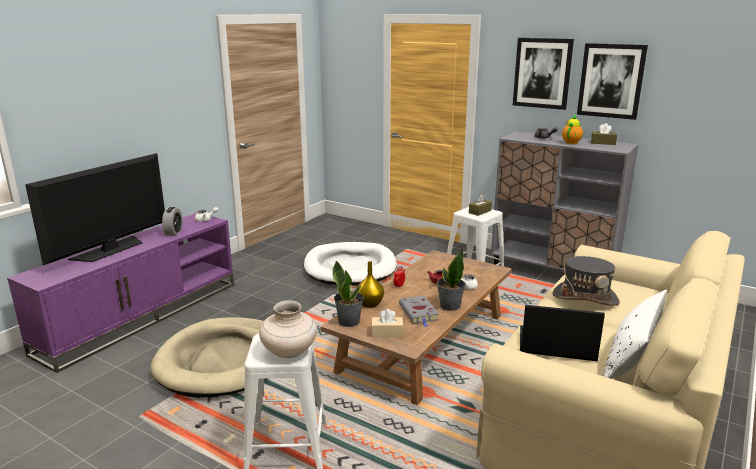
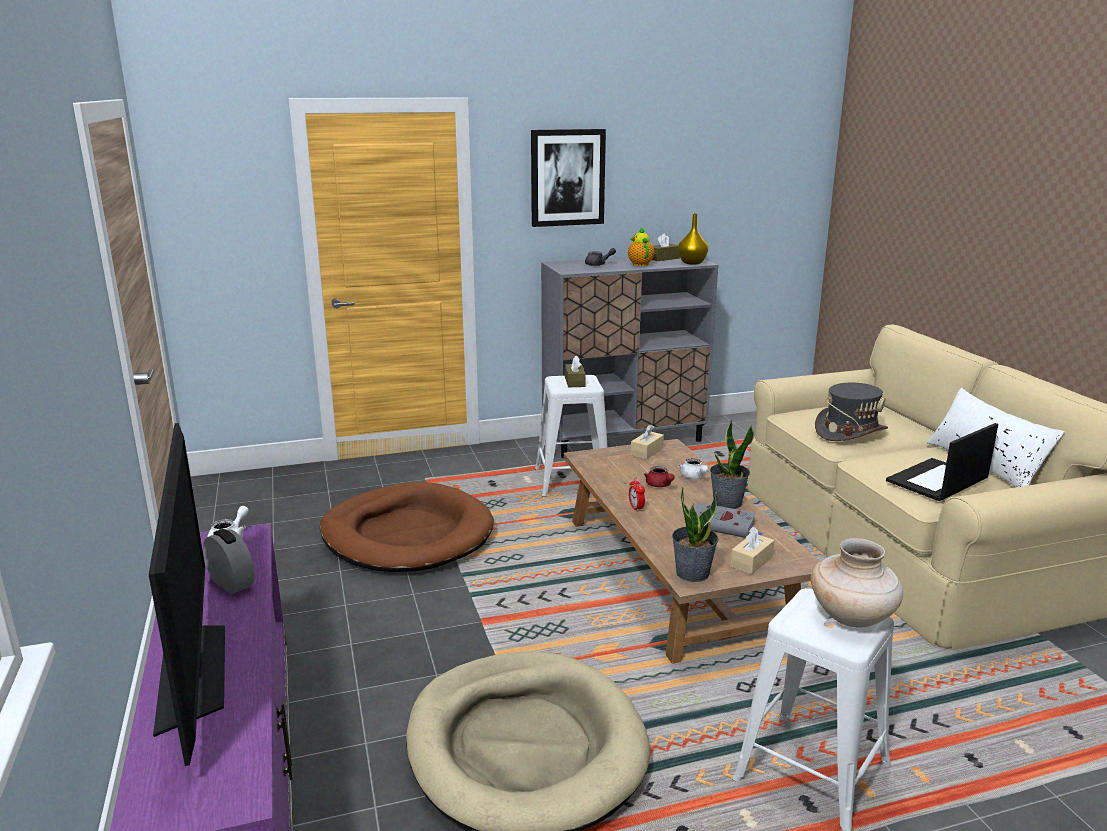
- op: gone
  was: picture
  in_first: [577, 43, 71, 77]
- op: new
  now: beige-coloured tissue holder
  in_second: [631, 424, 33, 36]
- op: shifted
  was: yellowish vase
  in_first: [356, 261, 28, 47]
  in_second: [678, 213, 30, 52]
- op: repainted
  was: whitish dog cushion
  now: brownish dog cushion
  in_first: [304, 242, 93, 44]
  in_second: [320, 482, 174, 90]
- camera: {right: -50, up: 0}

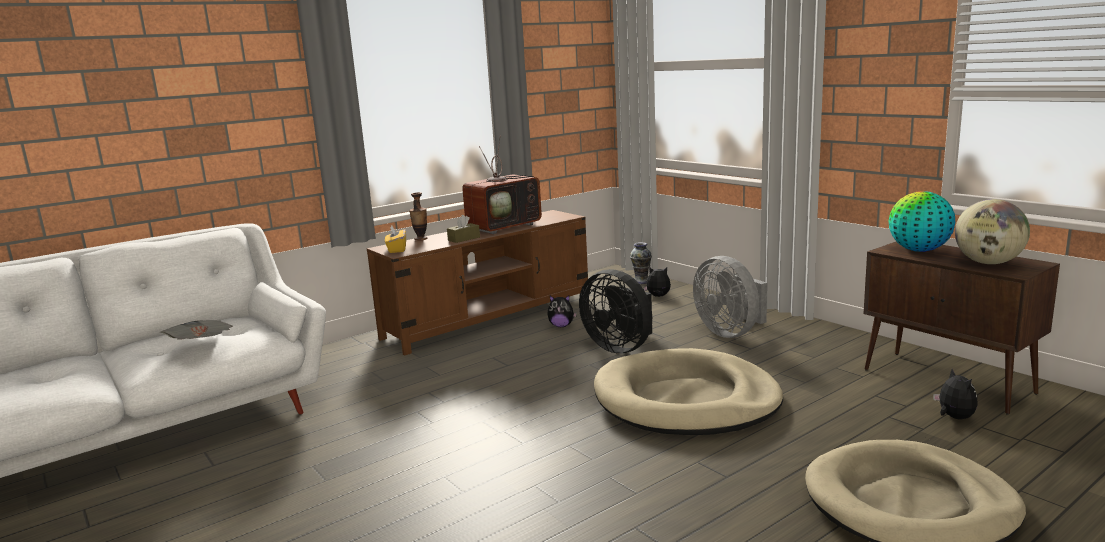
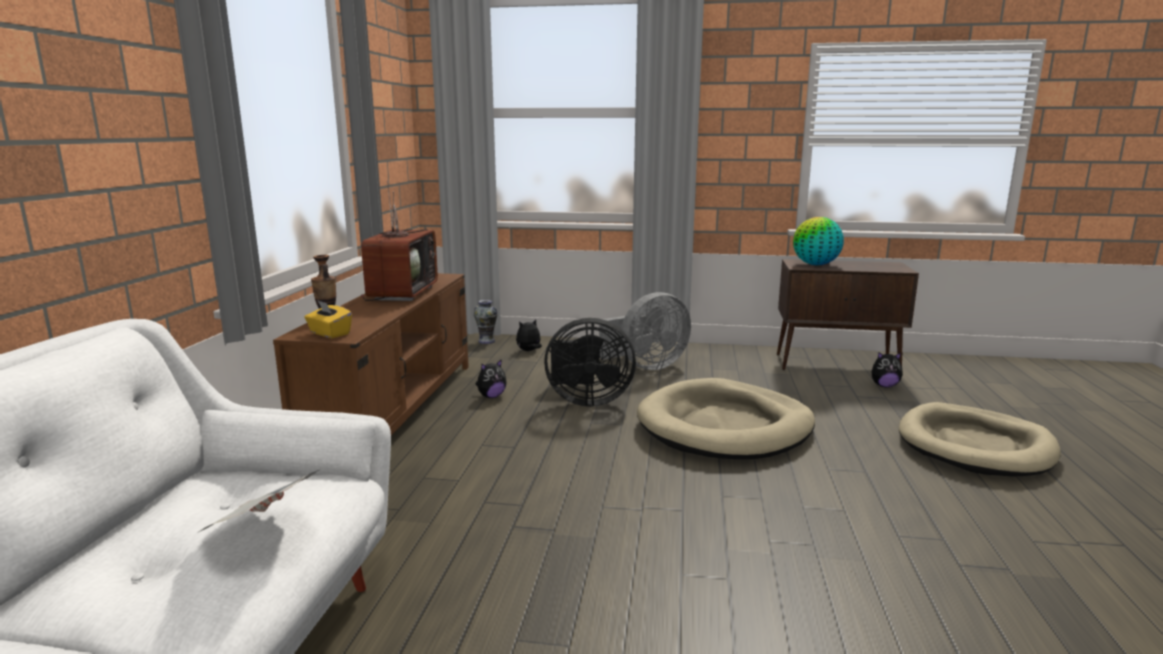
- op: gone
  was: brownish tissue holder
  in_first: [447, 215, 33, 28]
- op: gone
  was: world globe
  in_first: [955, 199, 75, 65]
- op: rotated
  was: grey cooling fan
  in_first: [693, 256, 74, 82]
  in_second: [599, 292, 92, 78]
  clockwise: -45
- op: rotated
  was: cuddly toy
  in_first: [933, 369, 45, 50]
  in_second: [871, 352, 31, 35]
  clockwise: 150
- camera: {right: -45, up: 0}

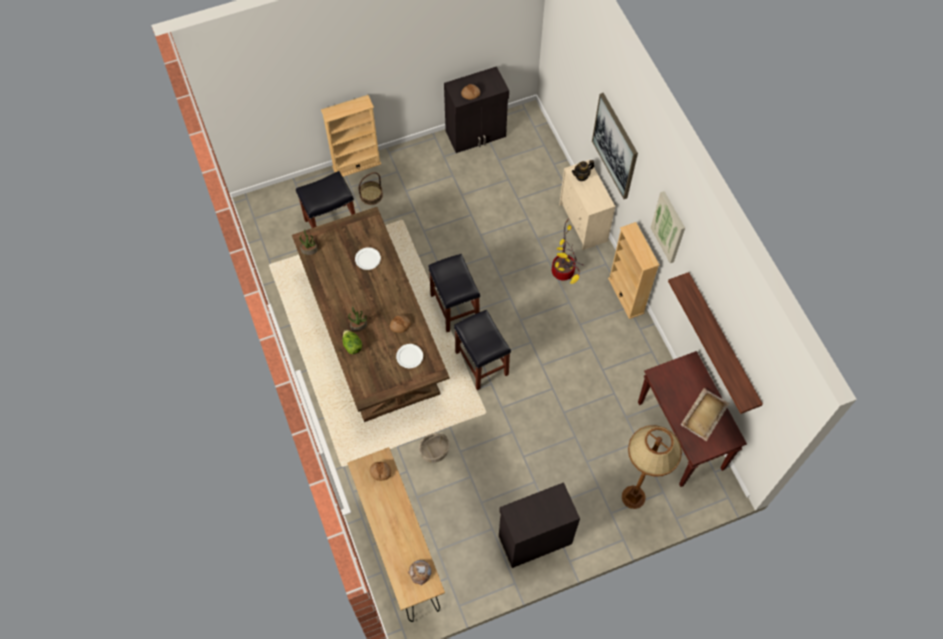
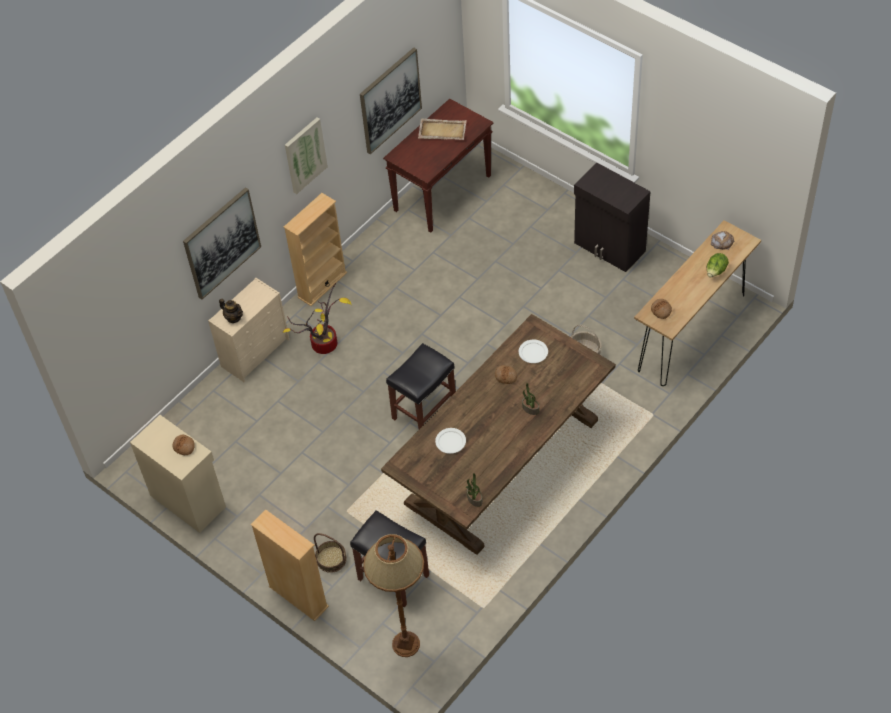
- op: gone
  was: blackish stool seat
  in_first: [454, 309, 57, 81]
- op: shifted
  was: head of lettuce
  in_first: [342, 330, 20, 24]
  in_second: [707, 253, 22, 24]
- op: shifted
  was: brownish floor lamp
  in_first: [622, 425, 60, 84]
  in_second: [363, 534, 61, 123]
- op: swapped
  was: wall shelf
  now: picture
  in_first: [668, 272, 95, 142]
  in_second: [360, 47, 62, 107]
- op: repainted
  was: blackish storage cabinet
  now: beige-coloured storage cabinet
  in_first: [444, 66, 65, 87]
  in_second: [130, 415, 96, 118]
- camera: {right: -115, up: -10}

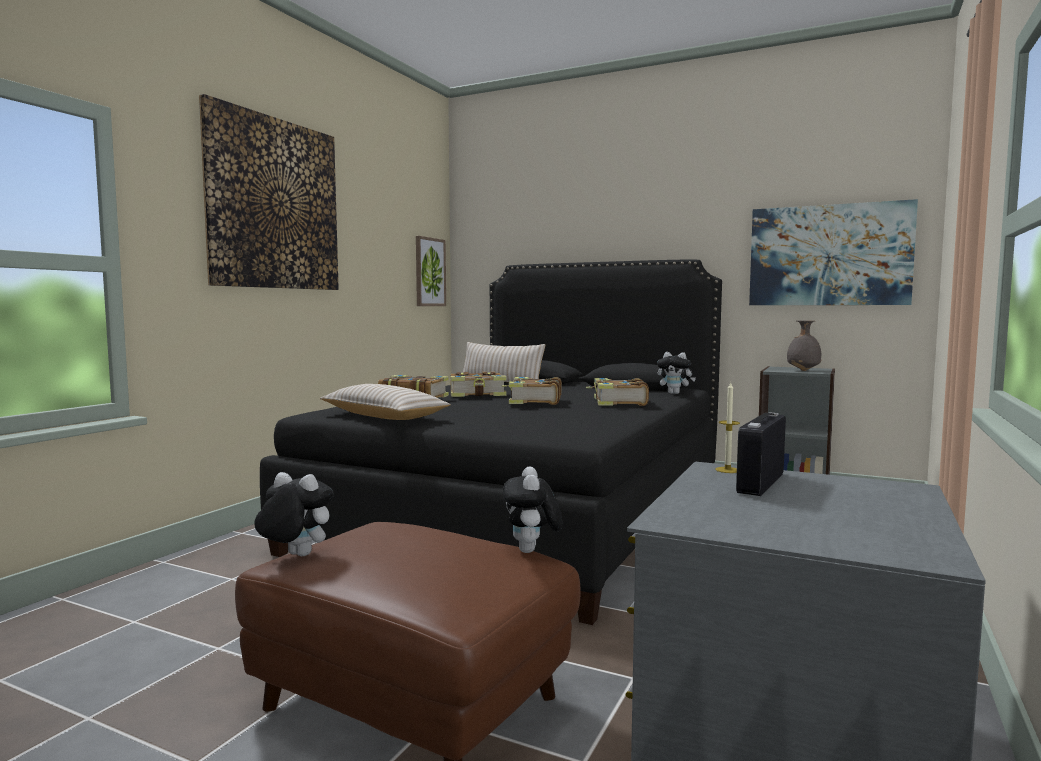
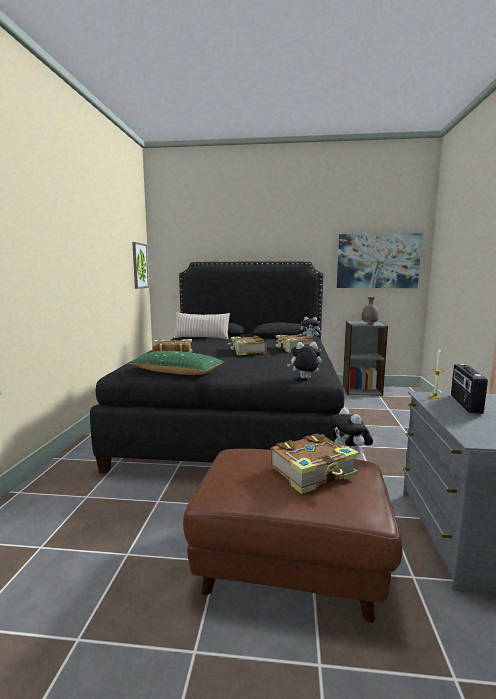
- op: gone
  was: picture
  in_first: [199, 94, 140, 196]
- op: shifted
  was: cuddly toy
  in_first: [254, 472, 80, 84]
  in_second: [287, 342, 34, 37]
- op: shifted
  was: volume
  in_first: [451, 372, 56, 25]
  in_second: [270, 434, 89, 60]
- op: repainted
  was: beige-coloured pillow
  now: green pillow
  in_first: [320, 384, 131, 36]
  in_second: [128, 351, 96, 24]
- camera: {right: -20, up: 5}

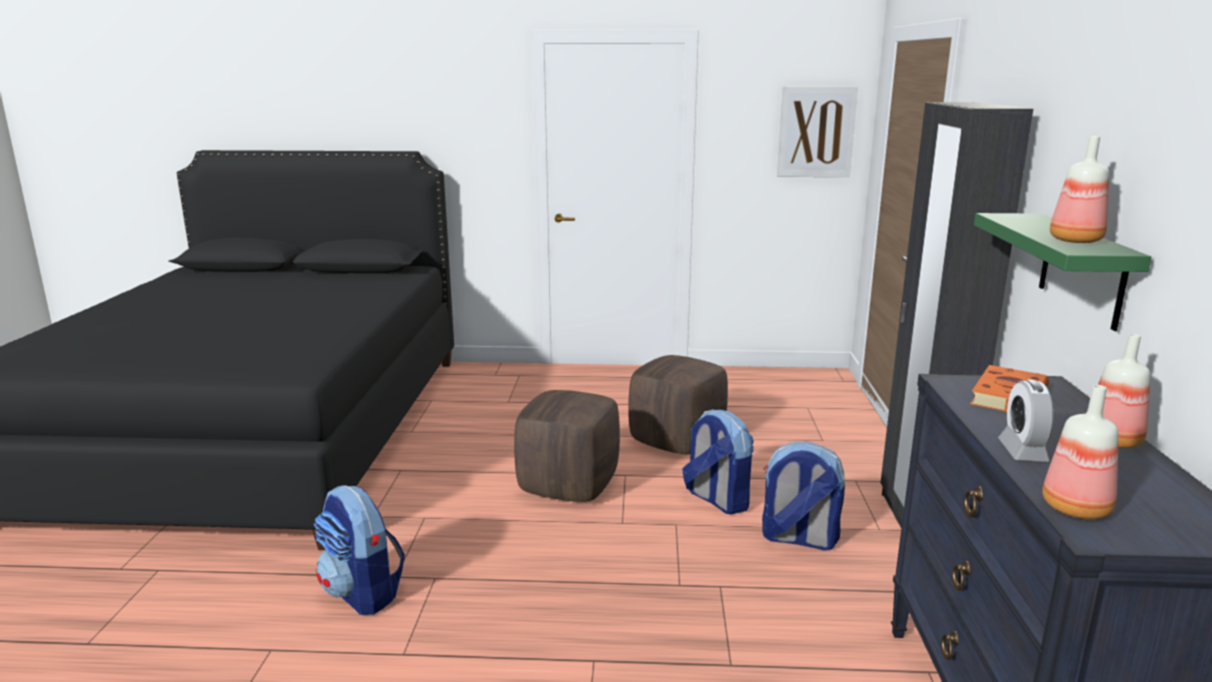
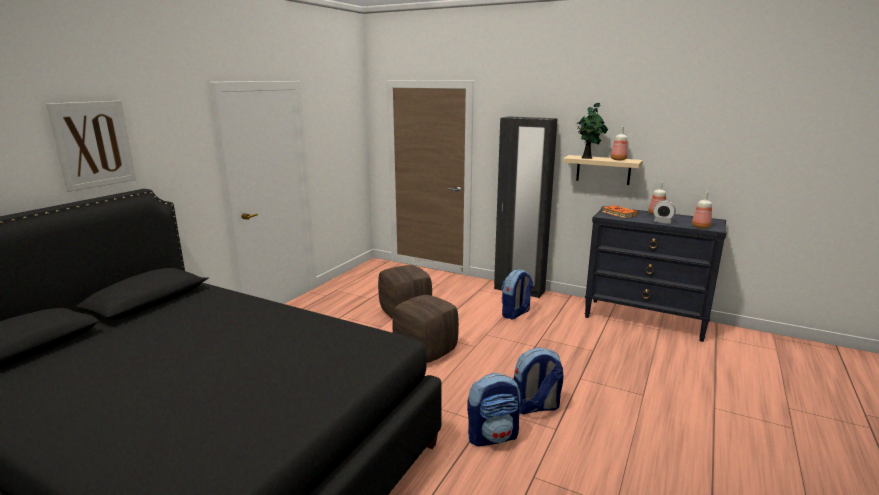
- op: new
  now: plant in a pot
  in_second: [577, 103, 31, 56]
- op: shifted
  was: backpack
  in_first: [682, 409, 72, 105]
  in_second: [514, 348, 49, 66]
- op: shifted
  was: picture
  in_first: [777, 87, 81, 90]
  in_second: [46, 101, 90, 91]
- op: repainted
  was: green wall shelf
  now: beige-coloured wall shelf
  in_first: [974, 213, 177, 118]
  in_second: [563, 155, 80, 30]
- camera: {right: -65, up: 0}

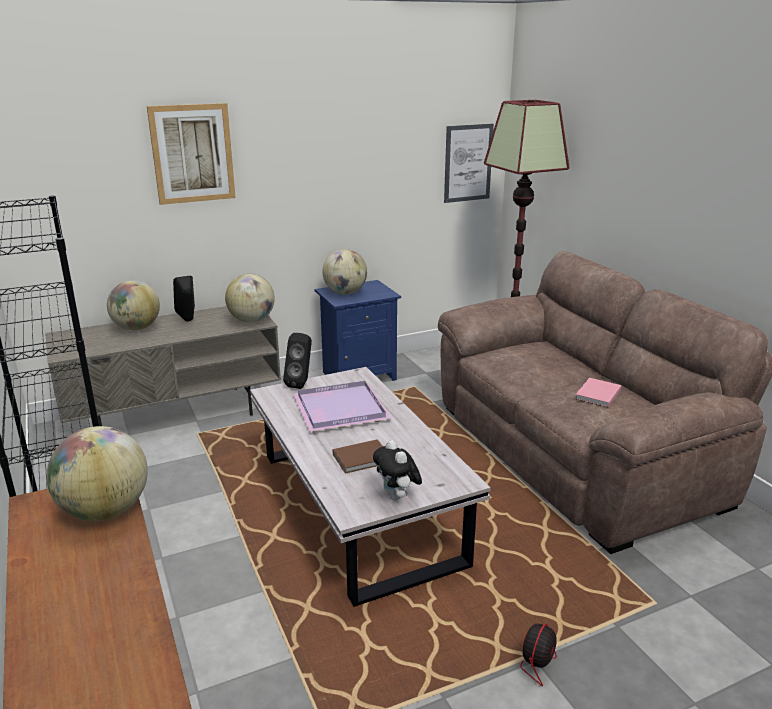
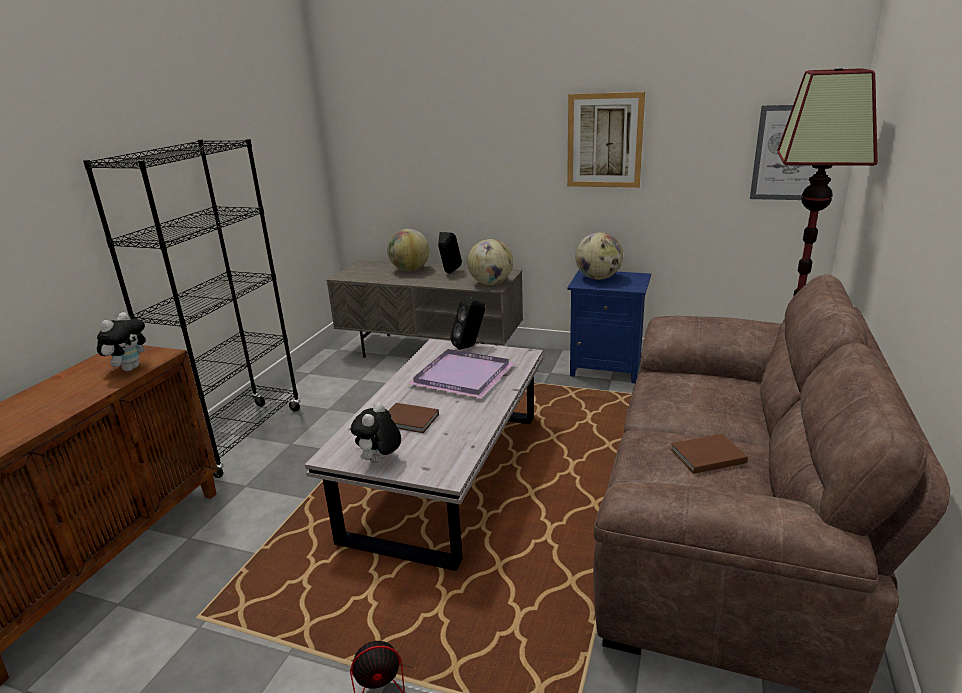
- op: shifted
  was: picture
  in_first: [147, 103, 89, 102]
  in_second: [567, 92, 78, 96]
- op: swapped
  was: world globe
  now: cuddly toy
  in_first: [46, 426, 102, 95]
  in_second: [97, 312, 49, 59]
- op: repainted
  was: pink-coloured volume
  now: brownish volume
  in_first: [575, 378, 46, 29]
  in_second: [671, 434, 77, 40]
- camera: {right: 45, up: 0}

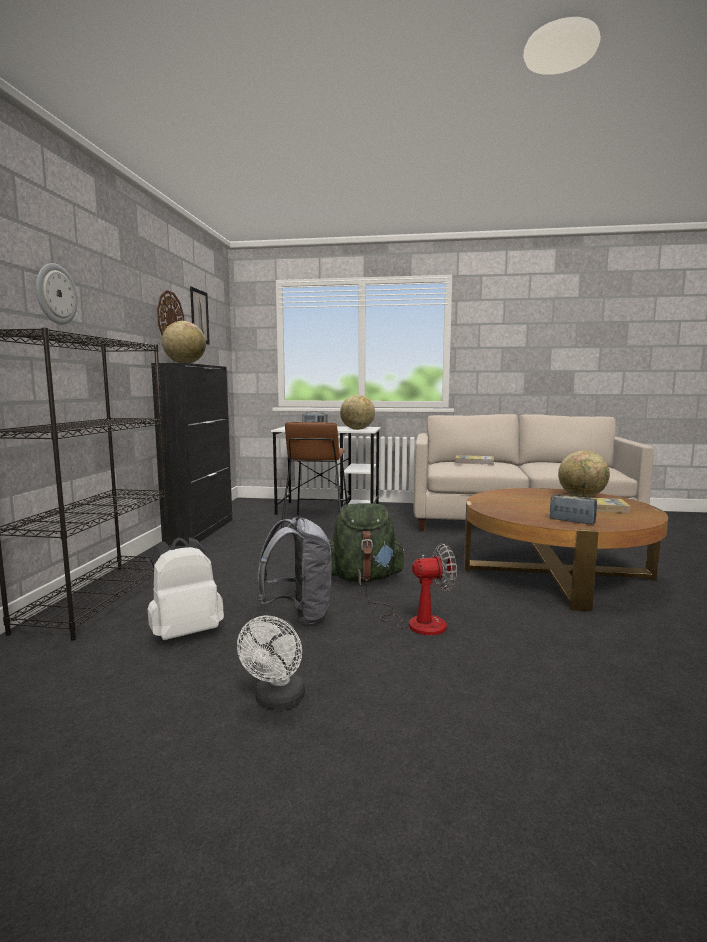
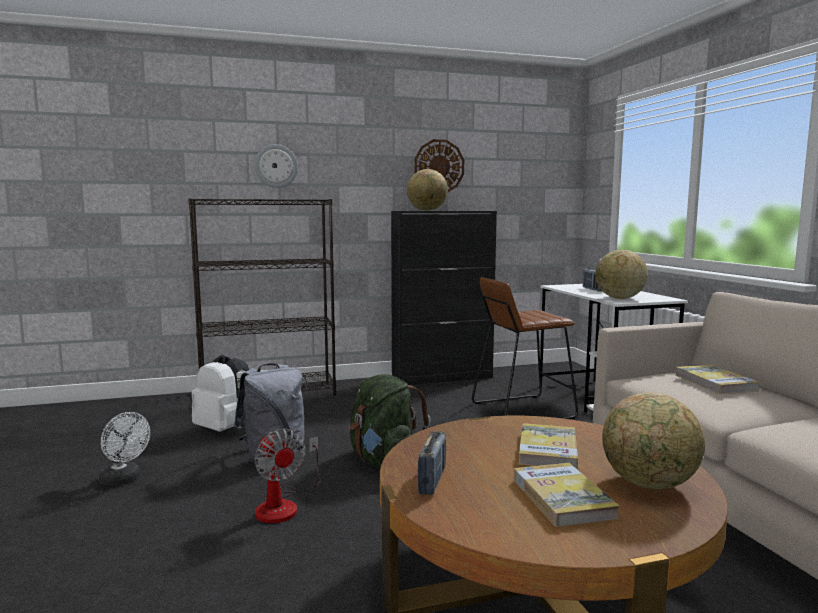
- op: gone
  was: picture
  in_first: [190, 286, 20, 59]
- op: new
  now: volume
  in_second: [518, 423, 60, 46]
- op: rotated
  was: whitish cooling fan
  in_first: [237, 616, 68, 93]
  in_second: [98, 412, 52, 74]
  clockwise: -135
- camera: {right: 65, up: 0}

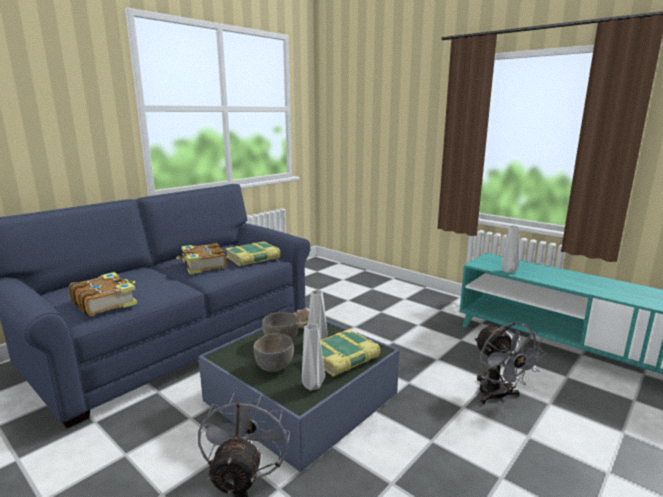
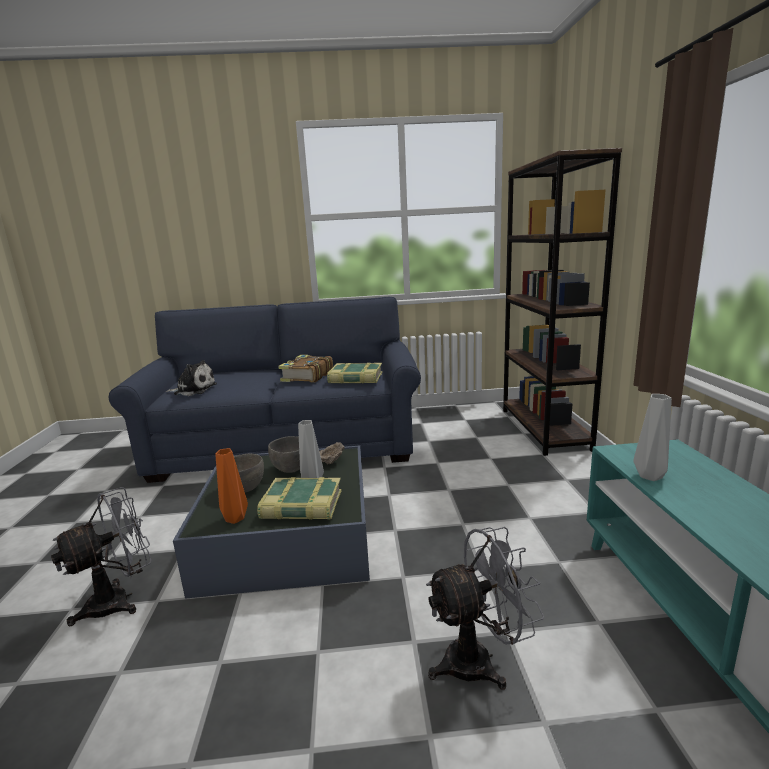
- op: new
  now: brownish bookshelf
  in_second: [503, 148, 119, 308]
- op: swapped
  was: volume
  now: cuddly toy
  in_first: [69, 272, 68, 44]
  in_second: [166, 360, 51, 36]
- op: repainted
  was: grey vase
  now: orange-coloured vase
  in_first: [302, 323, 23, 68]
  in_second: [216, 448, 32, 76]
- op: rotated
  was: grey cooling fan
  in_first: [475, 322, 71, 82]
  in_second: [426, 527, 118, 163]
  clockwise: -135
- camera: {right: 45, up: 0}

